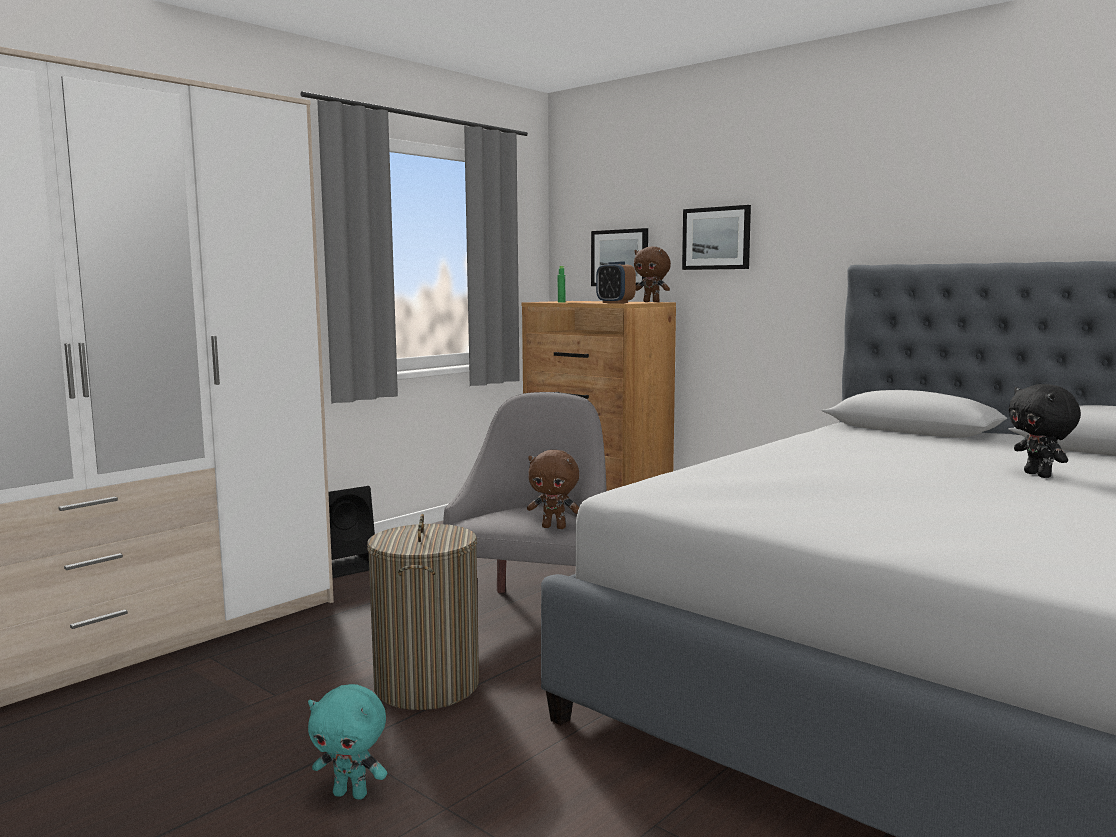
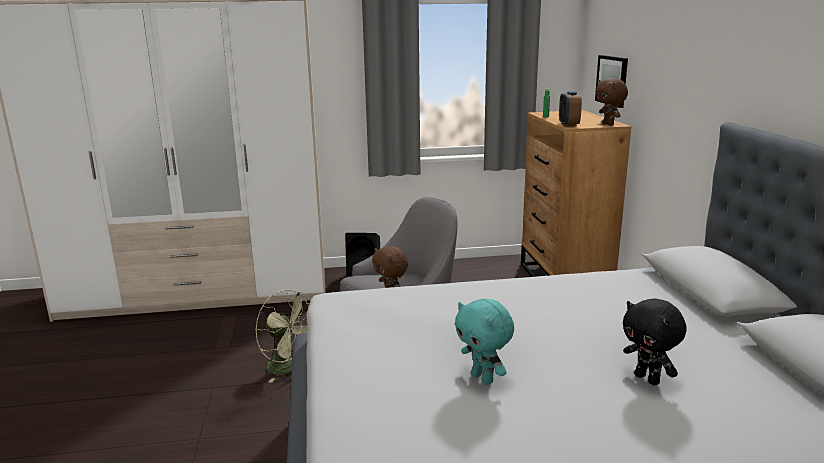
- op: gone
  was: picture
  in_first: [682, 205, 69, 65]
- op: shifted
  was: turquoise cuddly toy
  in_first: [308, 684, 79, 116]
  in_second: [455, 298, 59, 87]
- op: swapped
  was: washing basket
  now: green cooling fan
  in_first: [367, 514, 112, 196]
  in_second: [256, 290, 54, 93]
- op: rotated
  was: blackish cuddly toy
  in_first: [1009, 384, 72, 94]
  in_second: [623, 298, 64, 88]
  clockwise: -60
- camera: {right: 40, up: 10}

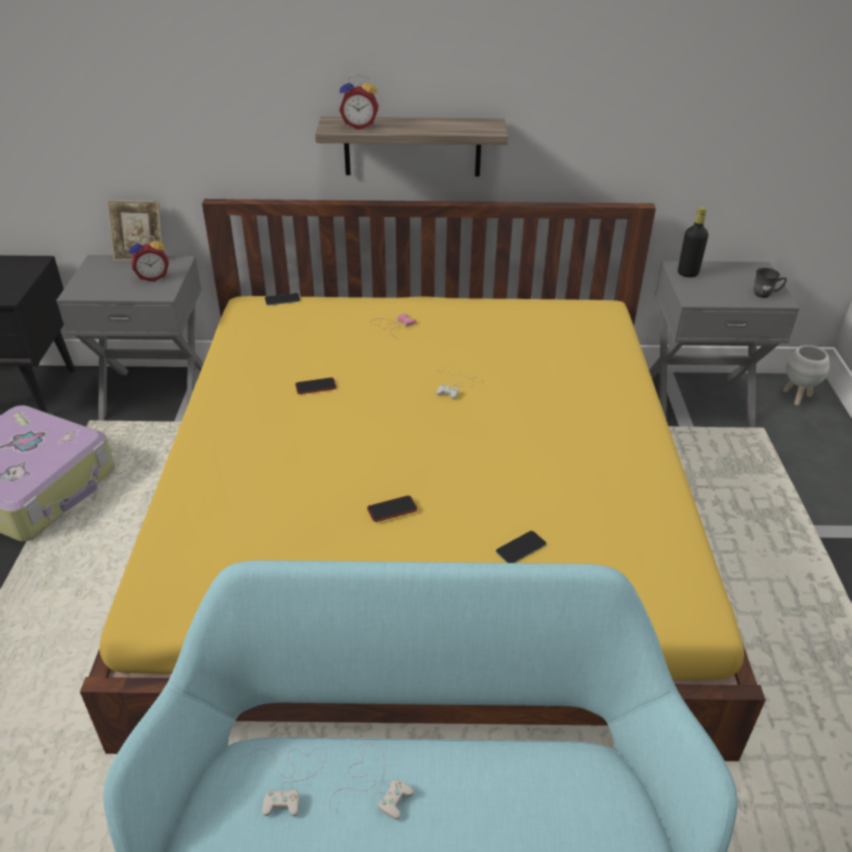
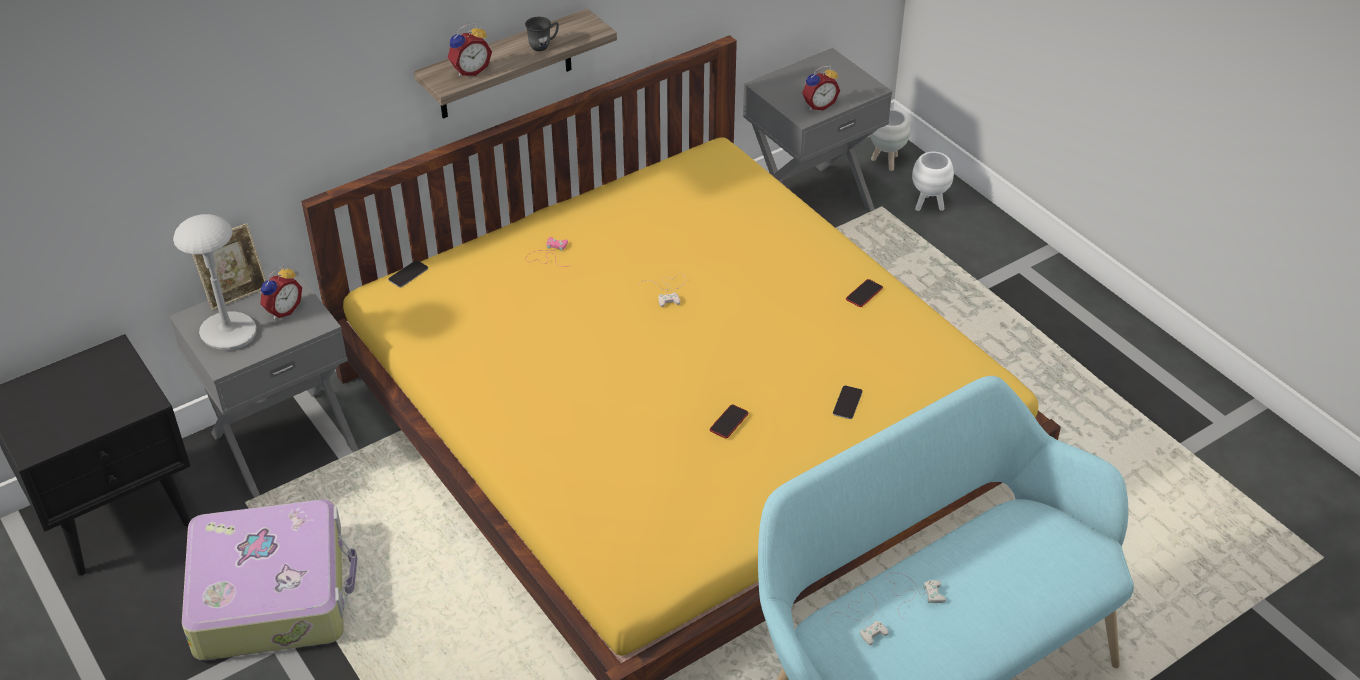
- op: gone
  was: blackish drink bottle
  in_first: [678, 207, 30, 70]
- op: new
  now: grey tabletop lamp
  in_second: [173, 214, 83, 136]
- op: new
  now: bedside clock
  in_second: [802, 66, 38, 44]
- op: new
  now: whitish flower pot
  in_second: [912, 152, 42, 59]
- op: shifted
  was: handset
  in_first: [295, 377, 41, 17]
  in_second: [846, 279, 37, 28]
- op: shifted
  was: grey coffee mug
  in_first: [754, 268, 33, 30]
  in_second: [525, 17, 34, 34]
- camera: {right: -35, up: 5}

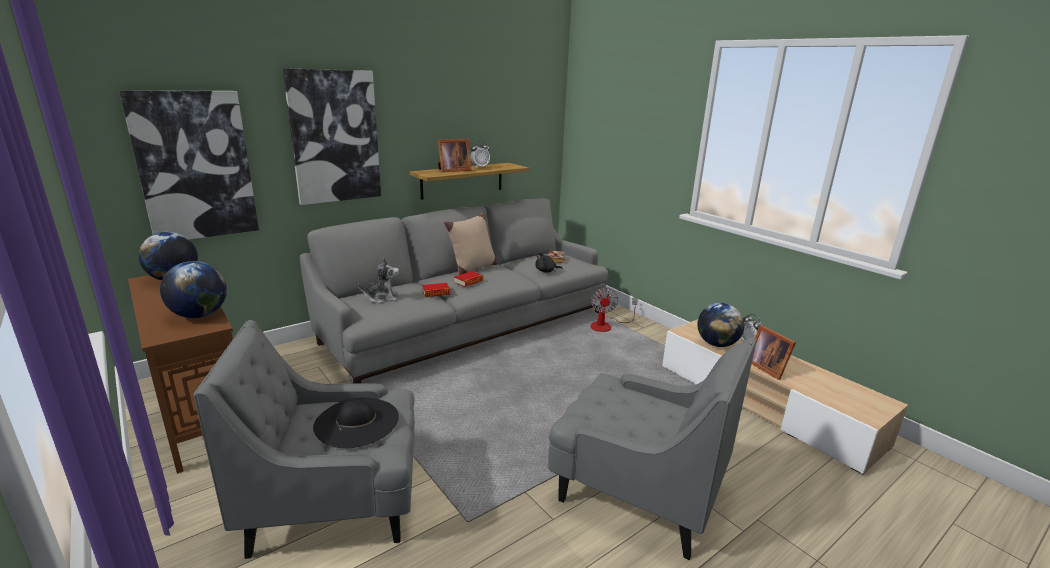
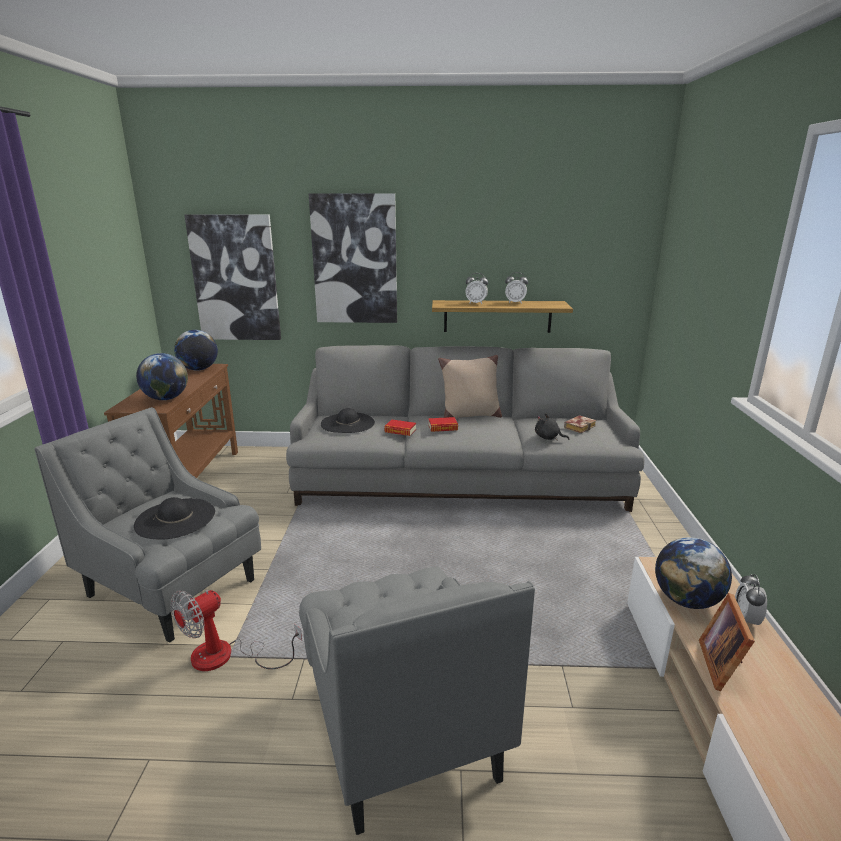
- op: shifted
  was: cooling fan
  in_first: [591, 288, 47, 44]
  in_second: [170, 590, 132, 81]
- op: swapped
  was: cuddly toy
  now: blackish wearable hat
  in_first: [358, 258, 41, 45]
  in_second: [321, 408, 54, 25]
- op: swapped
  was: photo frame
  now: bedside clock
  in_first: [438, 139, 34, 33]
  in_second: [465, 273, 23, 31]
- camera: {right: 40, up: 0}

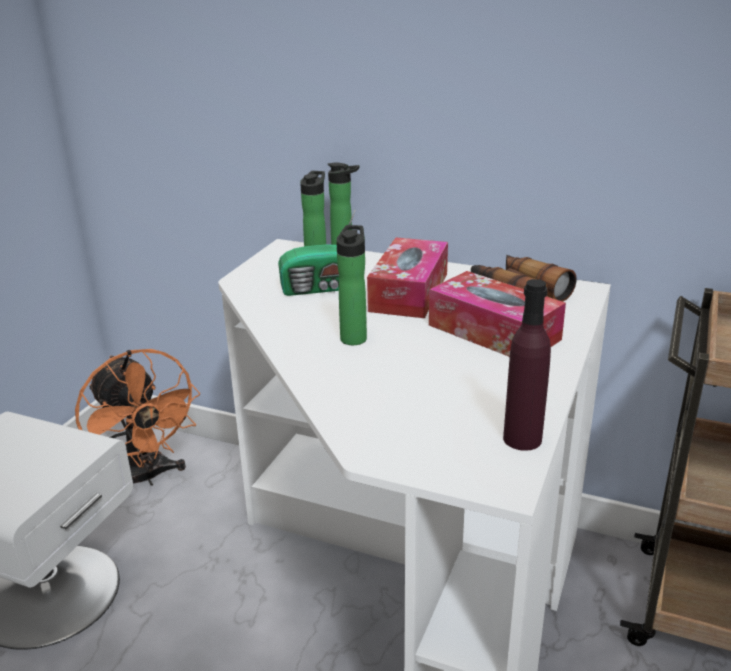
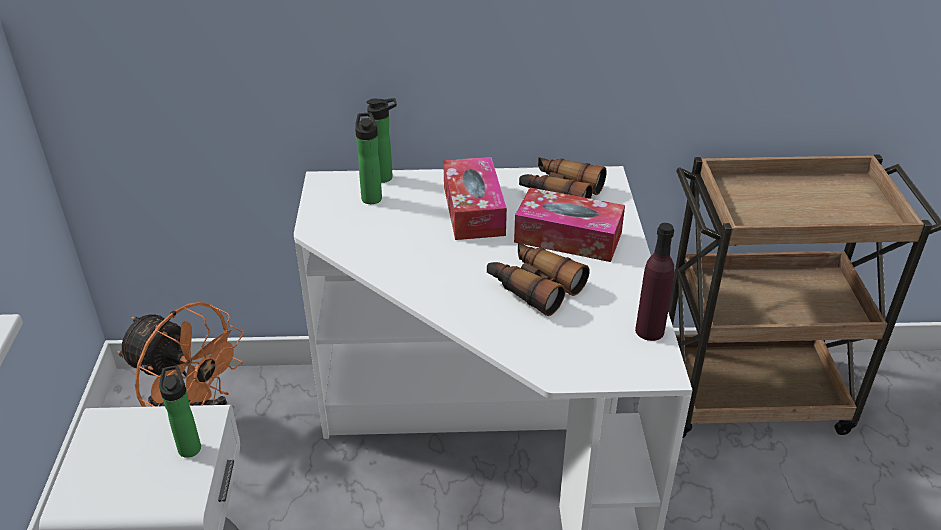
- op: gone
  was: radio
  in_first: [278, 209, 78, 87]
- op: new
  now: binoculars
  in_second: [487, 242, 103, 74]
- op: shifted
  was: drink bottle
  in_first: [336, 225, 31, 120]
  in_second: [159, 366, 42, 92]
- camera: {right: -25, up: 10}

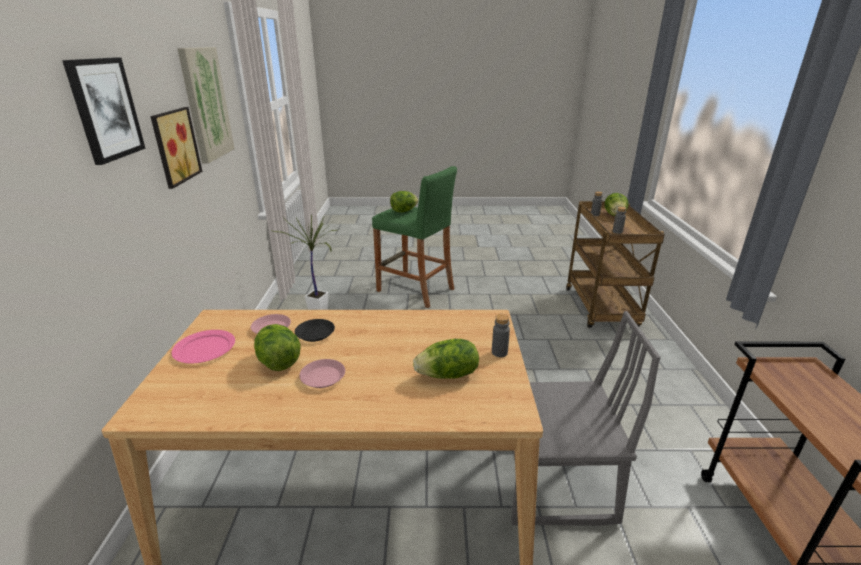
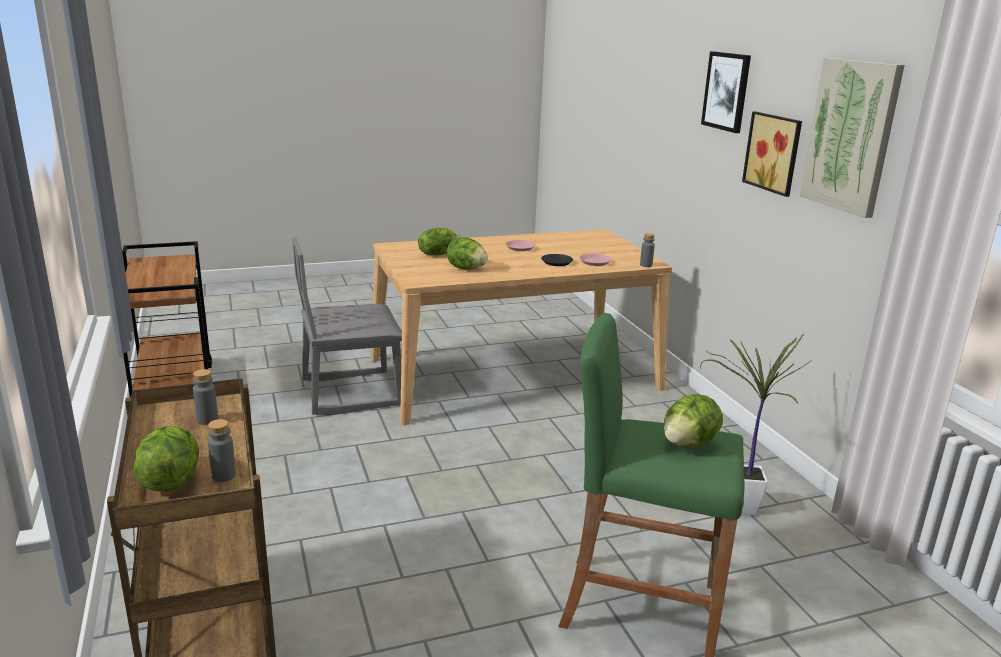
- op: gone
  was: pink-coloured flat dish
  in_first: [172, 330, 63, 33]
- op: shifted
  was: head of lettuce
  in_first: [254, 324, 47, 47]
  in_second: [447, 237, 41, 33]
- op: shifted
  was: grey drink bottle
  in_first: [492, 314, 18, 43]
  in_second: [640, 233, 15, 34]
- camera: {right: 160, up: -5}

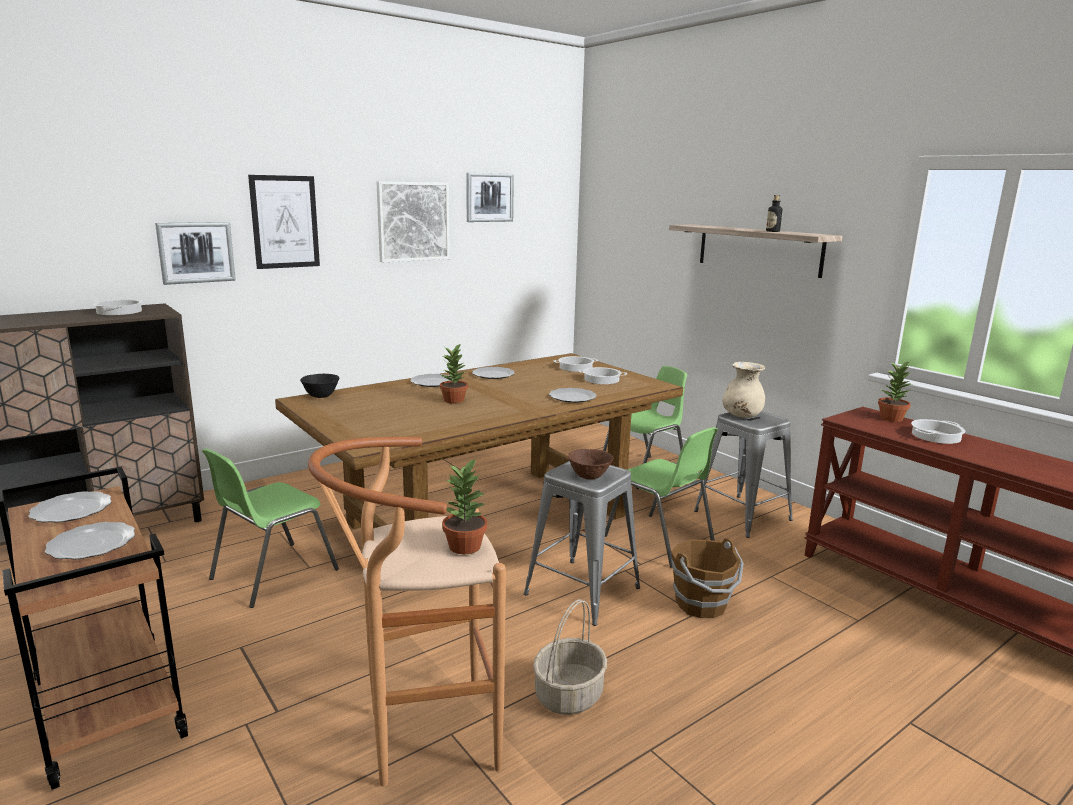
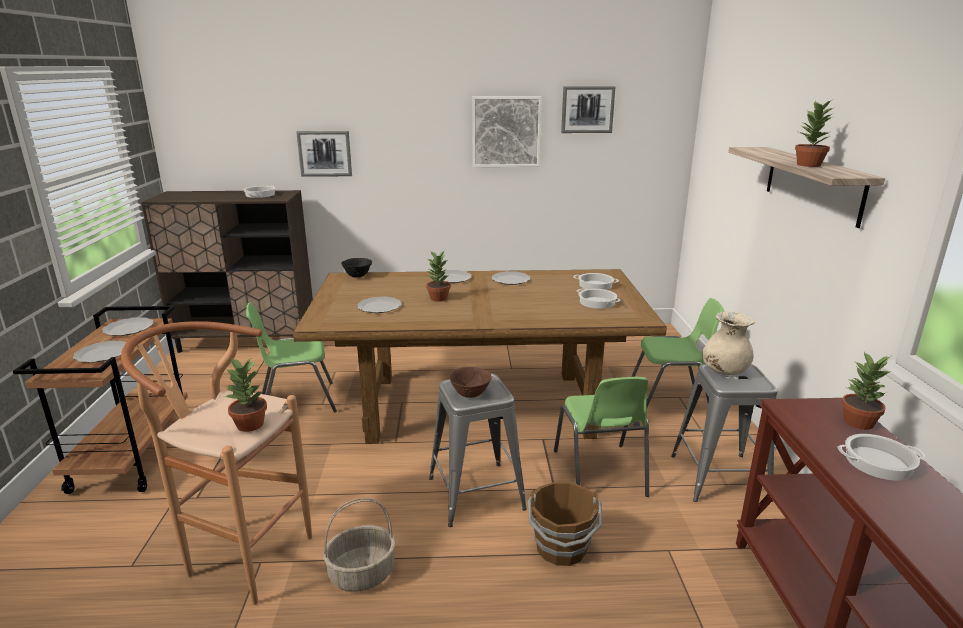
- op: gone
  was: picture
  in_first: [248, 175, 72, 94]
- op: shifted
  was: flat dish
  in_first: [549, 388, 48, 15]
  in_second: [357, 296, 45, 17]
- op: swapped
  was: drink bottle
  now: plant in a pot
  in_first: [766, 195, 16, 37]
  in_second: [795, 100, 39, 67]
- camera: {right: 35, up: 5}

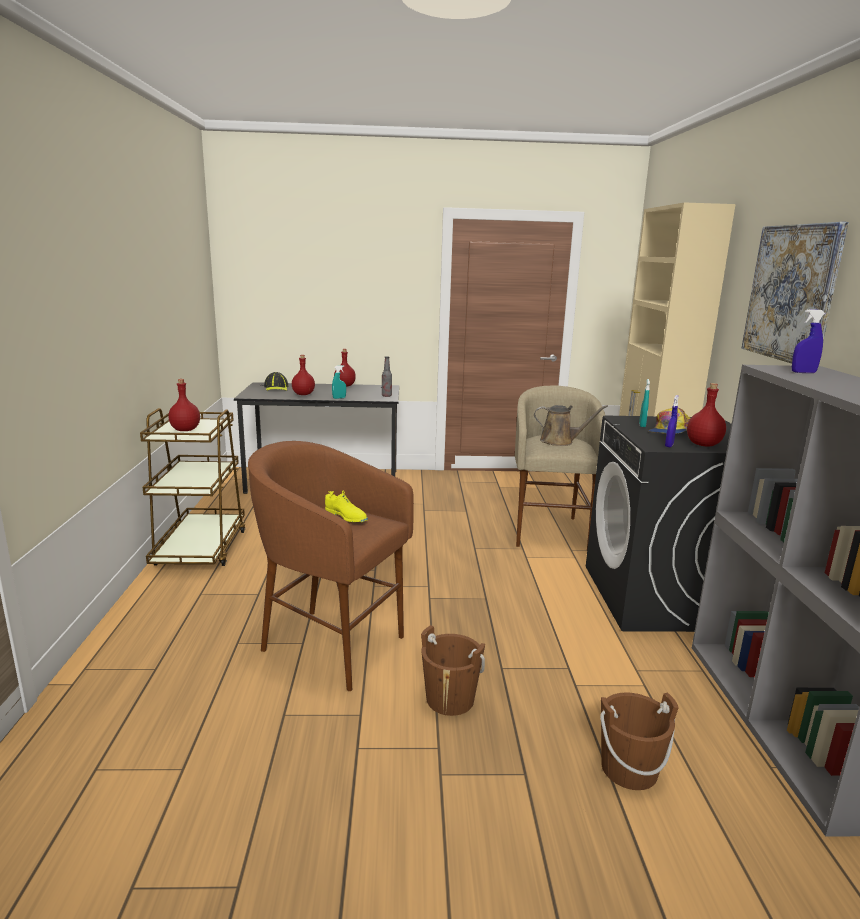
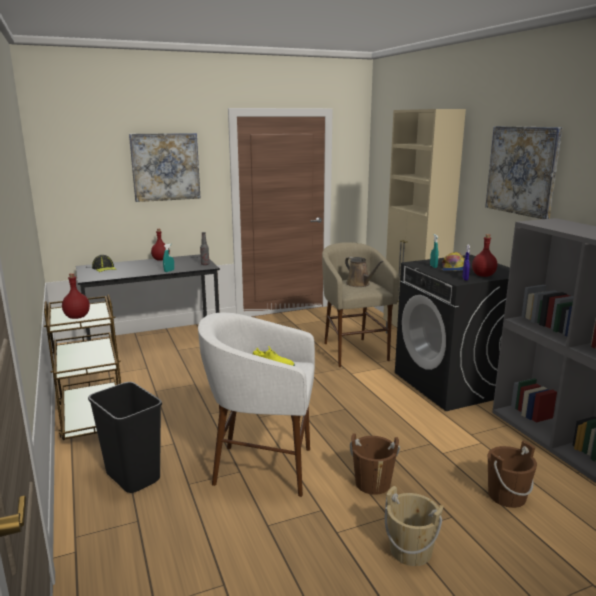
- op: gone
  was: red-coloured drink bottle
  in_first: [292, 355, 23, 40]
- op: gone
  was: blue-coloured hand sprayer
  in_first: [792, 309, 33, 64]
- op: new
  now: blackish waste bin
  in_second: [88, 382, 74, 111]
- op: new
  now: picture
  in_second: [129, 133, 71, 69]
- op: new
  now: beige-coloured pail
  in_second: [385, 486, 58, 80]
- op: repainted
  was: brownish stool seat
  now: whitish stool seat
  in_first: [248, 441, 166, 250]
  in_second: [198, 313, 117, 184]
- op: rotated
  was: brownish watering can
  in_first: [534, 405, 74, 41]
  in_second: [345, 257, 39, 30]
  clockwise: 60
- camera: {right: -20, up: 0}

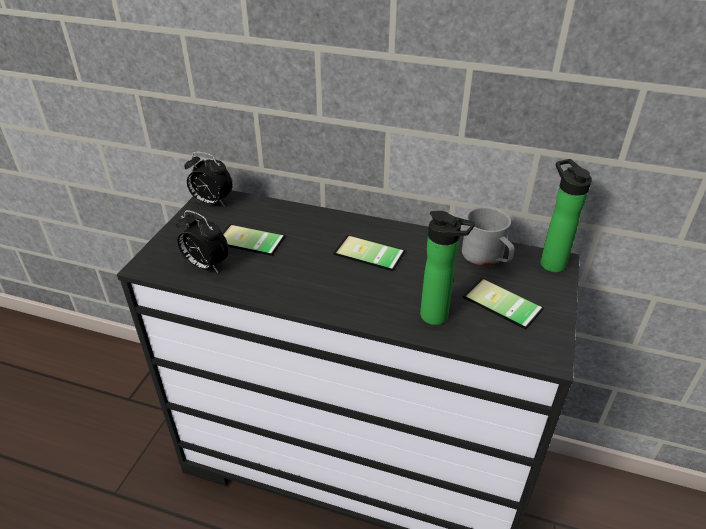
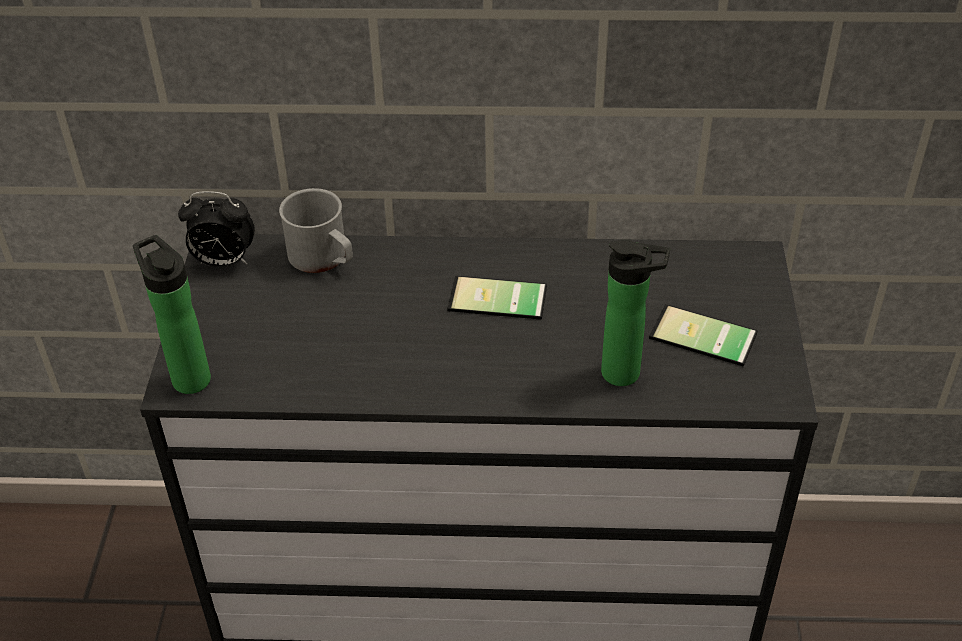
- op: gone
  was: bedside clock
  in_first: [176, 210, 53, 63]
- op: gone
  was: handset
  in_first: [222, 224, 63, 32]
- op: shifted
  was: grey coffee mug
  in_first: [462, 206, 53, 60]
  in_second: [279, 188, 74, 85]
- op: shifted
  was: drink bottle
  in_first: [540, 159, 52, 113]
  in_second: [133, 235, 78, 159]
- camera: {right: -15, up: 5}

